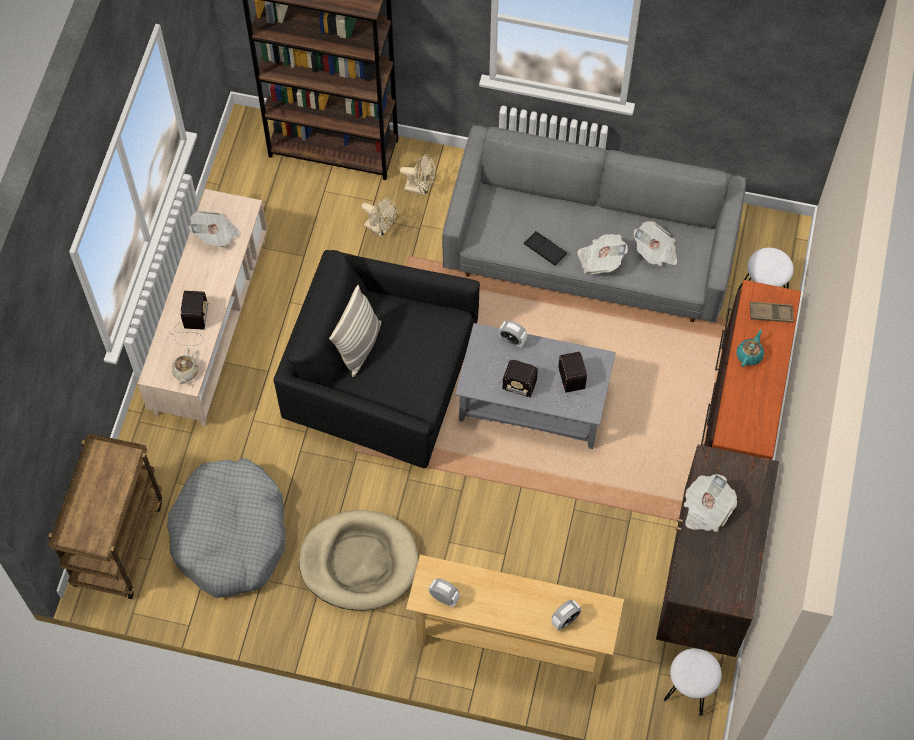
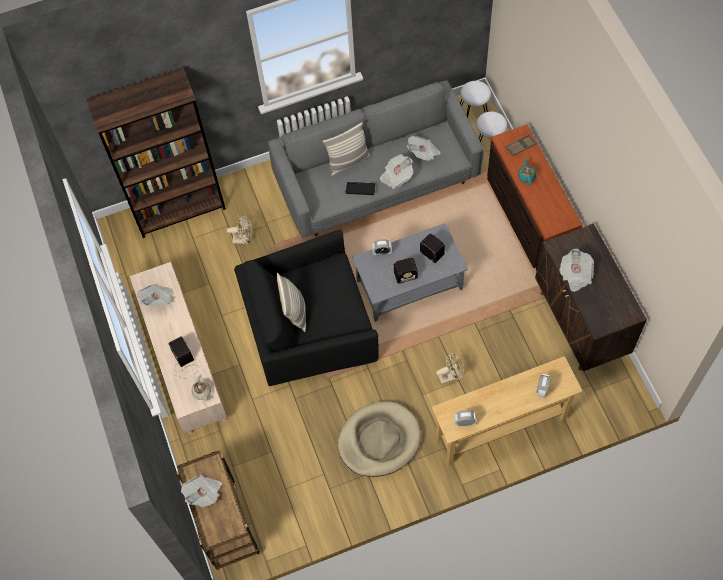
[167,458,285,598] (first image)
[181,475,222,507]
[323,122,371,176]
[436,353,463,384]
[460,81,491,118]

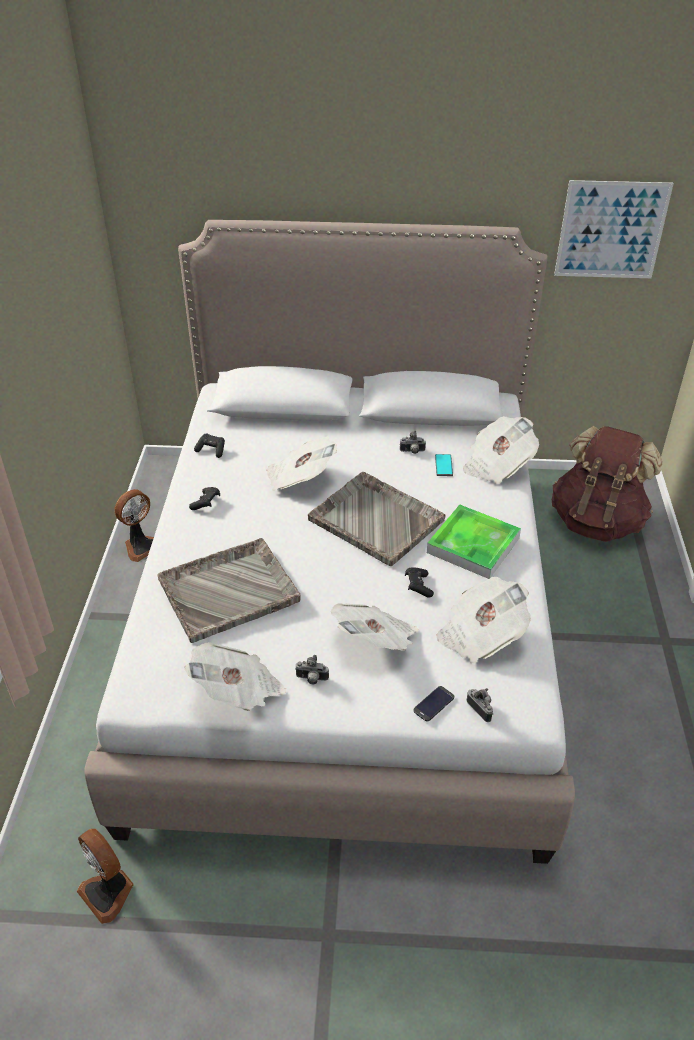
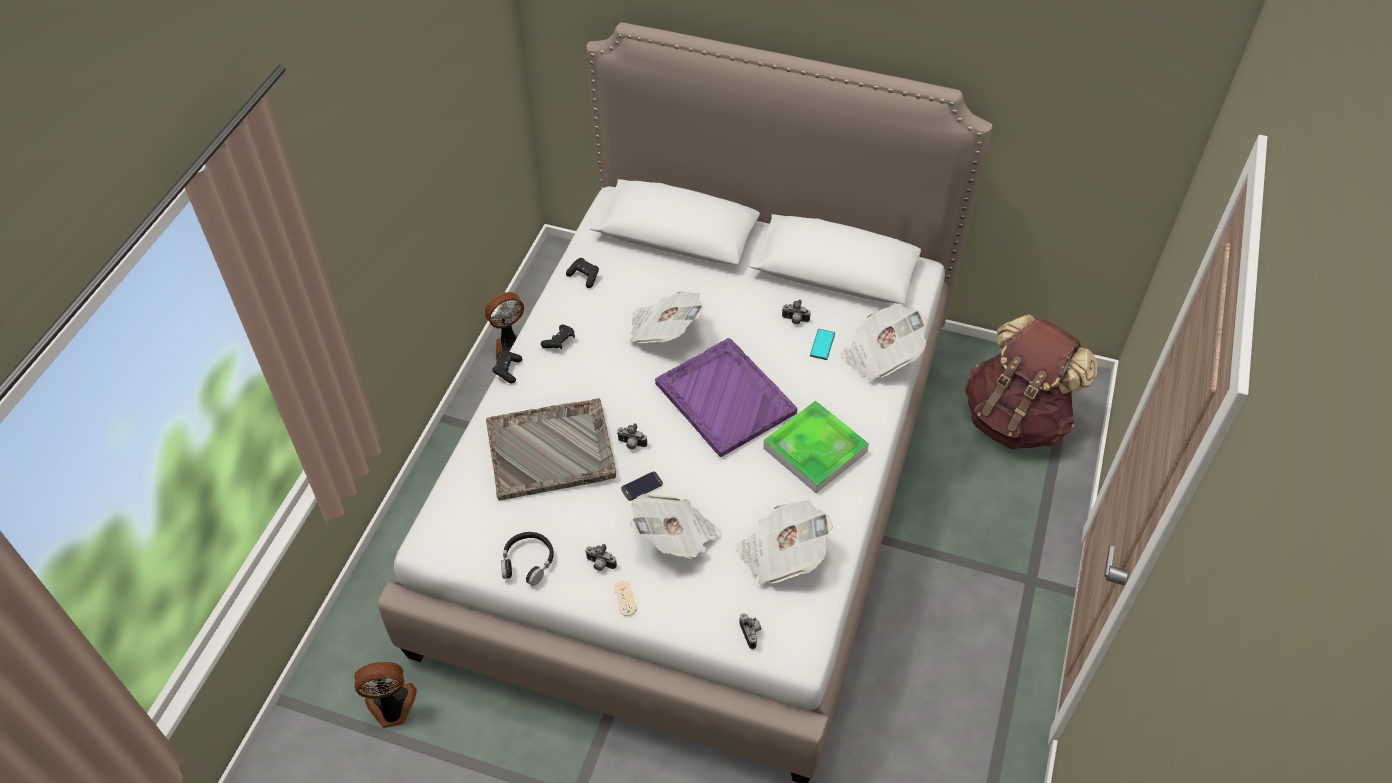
[554,180,674,278] (first image)
[614,581,636,616]
[617,423,647,450]
[492,351,522,383]
[621,471,663,501]
[501,532,554,586]
[655,338,797,457]
[354,662,417,728]

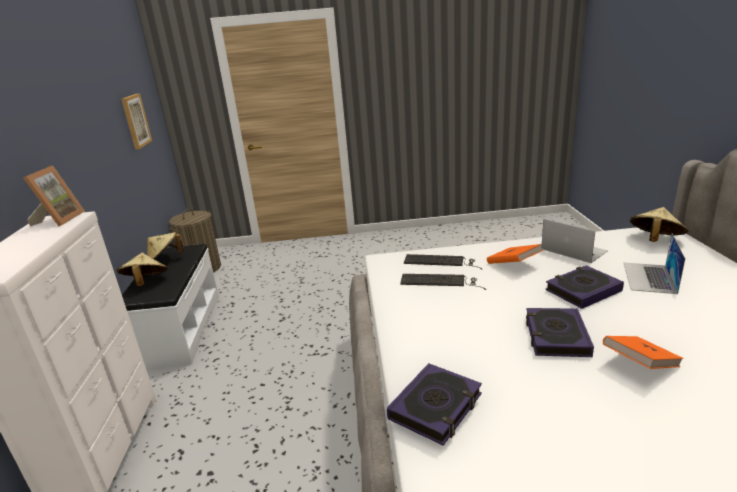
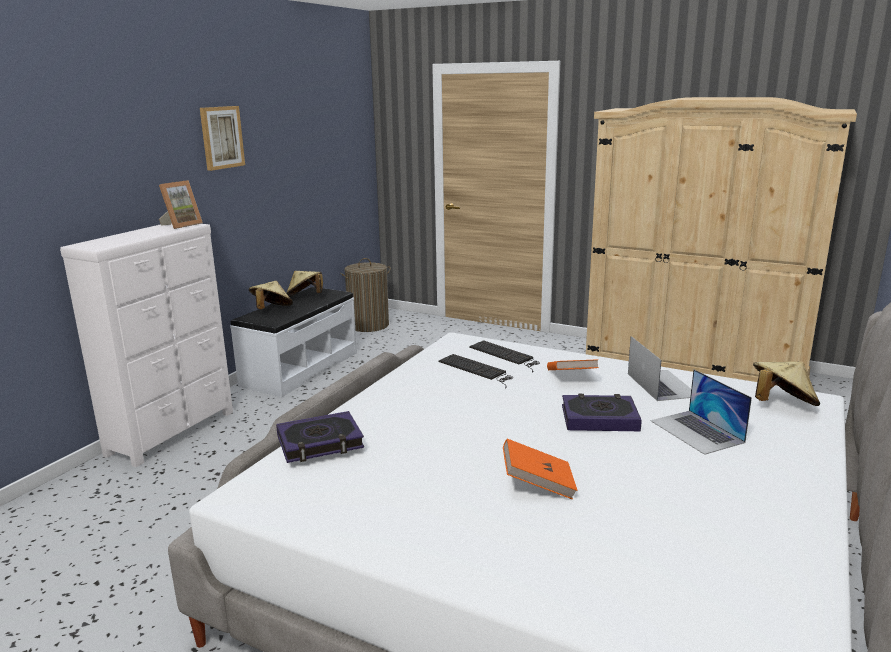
[526,308,594,357] (first image)
[586,97,857,386]
[200,106,245,171]
[651,369,752,455]

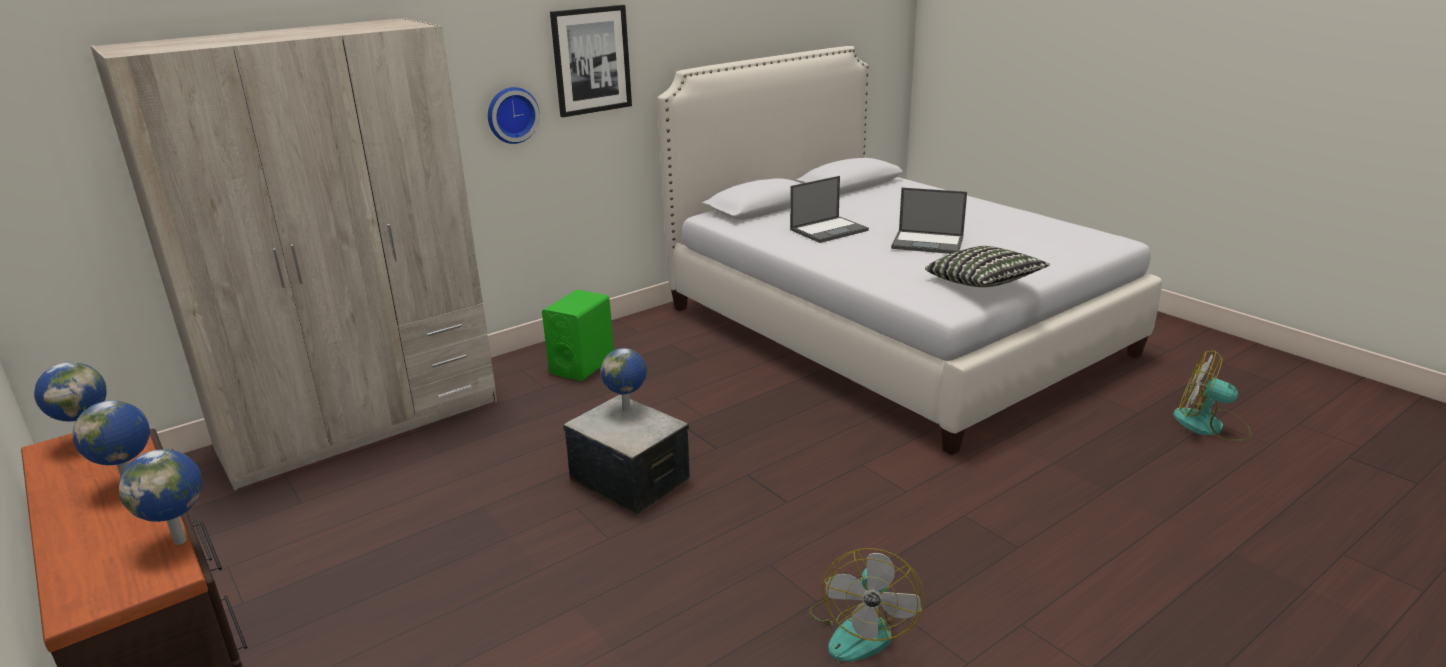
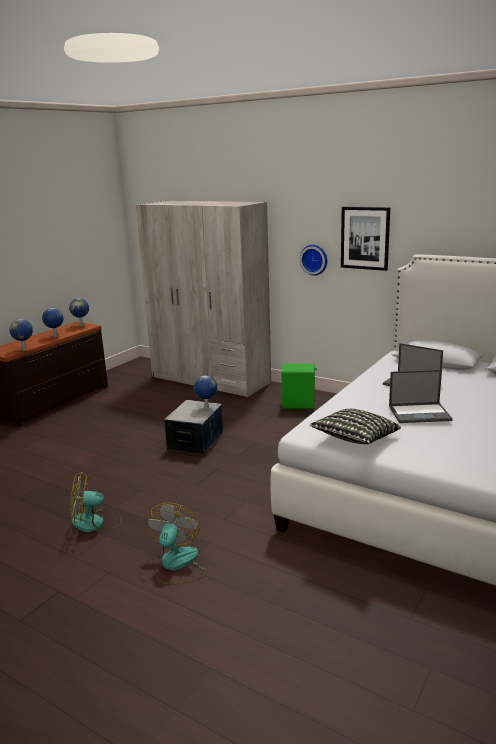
[145,503,207,584]
[389,370,453,423]

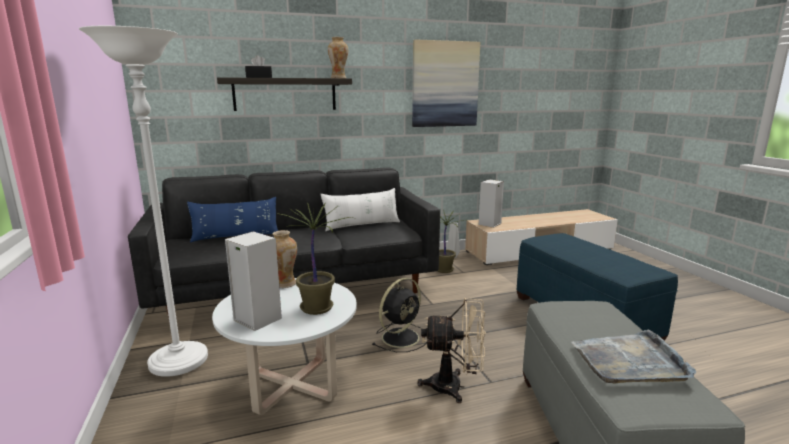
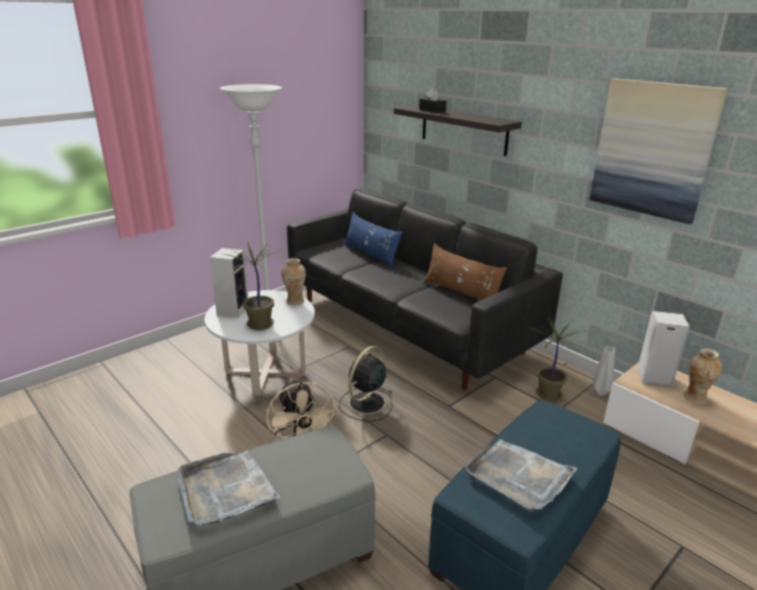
[464,439,578,511]
[683,349,722,405]
[423,243,507,301]
[339,346,393,422]

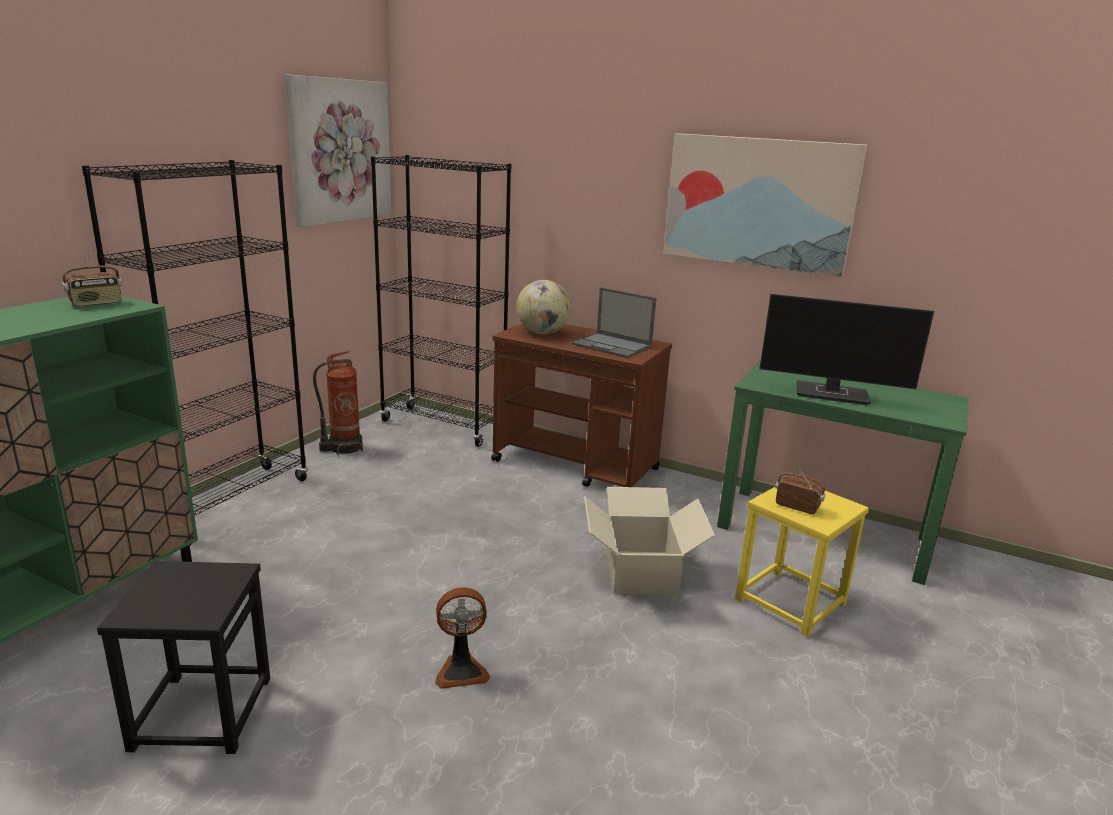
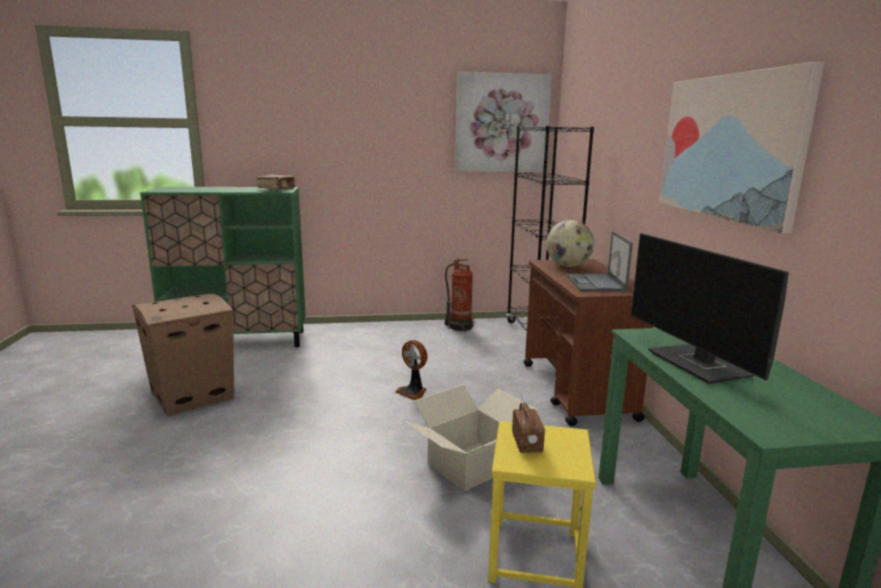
[82,160,308,516] (first image)
[395,340,428,400]
[256,174,295,190]
[132,293,234,416]

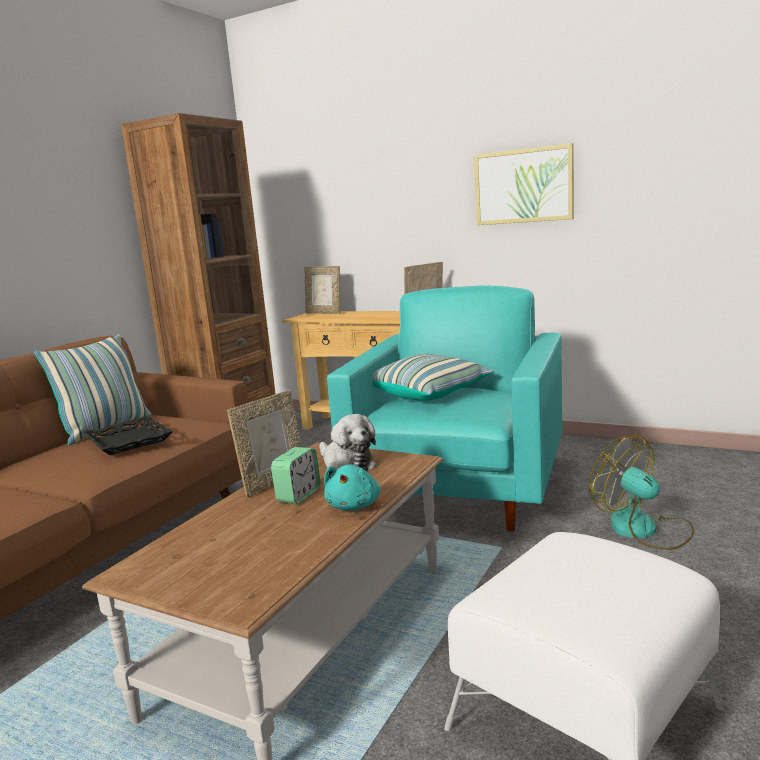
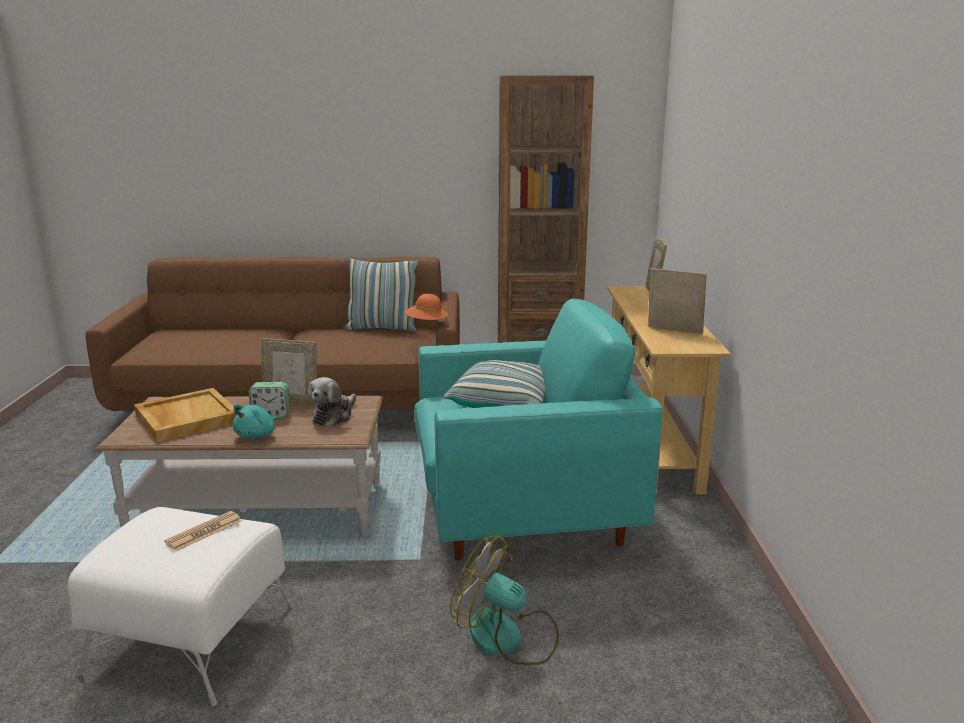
[82,416,173,455] (first image)
[474,143,574,225] (first image)
[134,388,236,442]
[164,511,242,551]
[405,294,448,326]
[233,404,279,438]
[450,535,559,665]

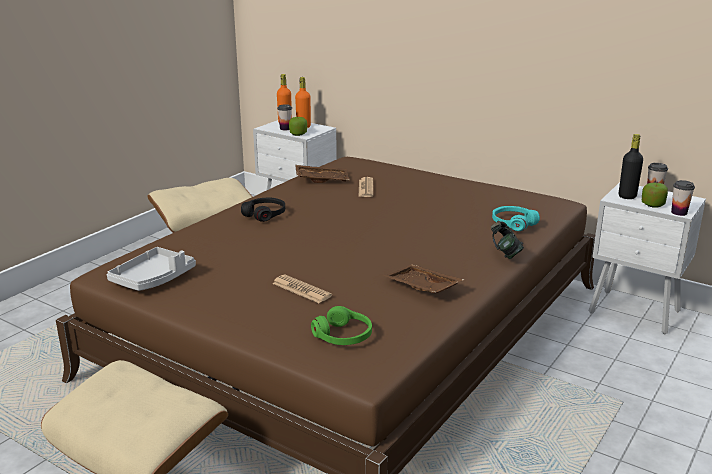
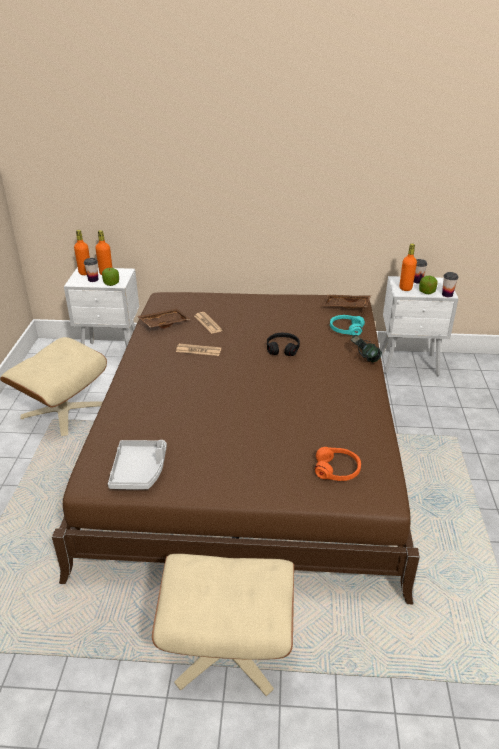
[267,333,300,356]
[176,344,221,356]
[323,295,371,308]
[315,447,361,481]
[399,244,417,291]

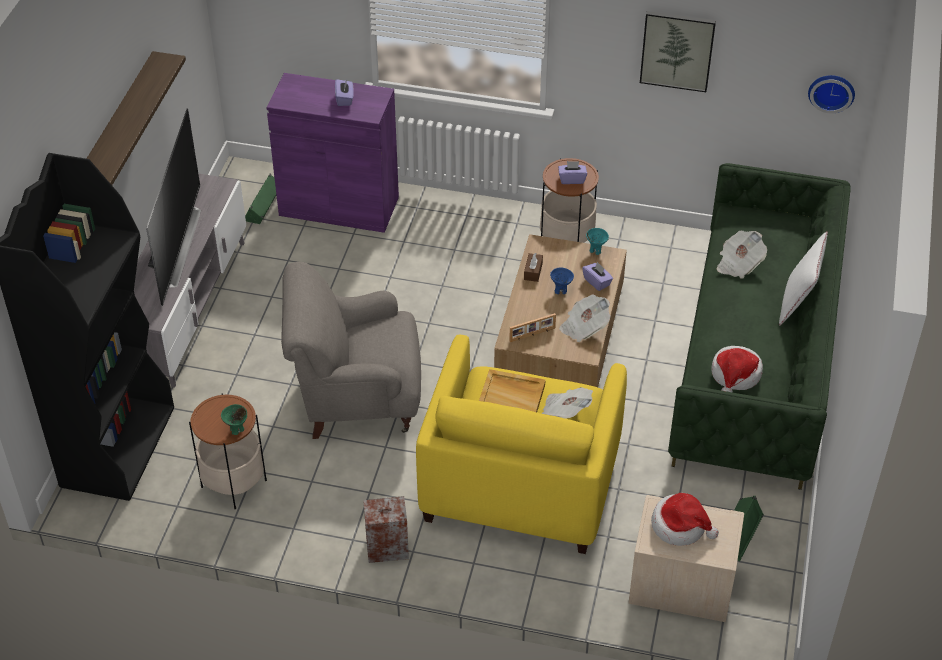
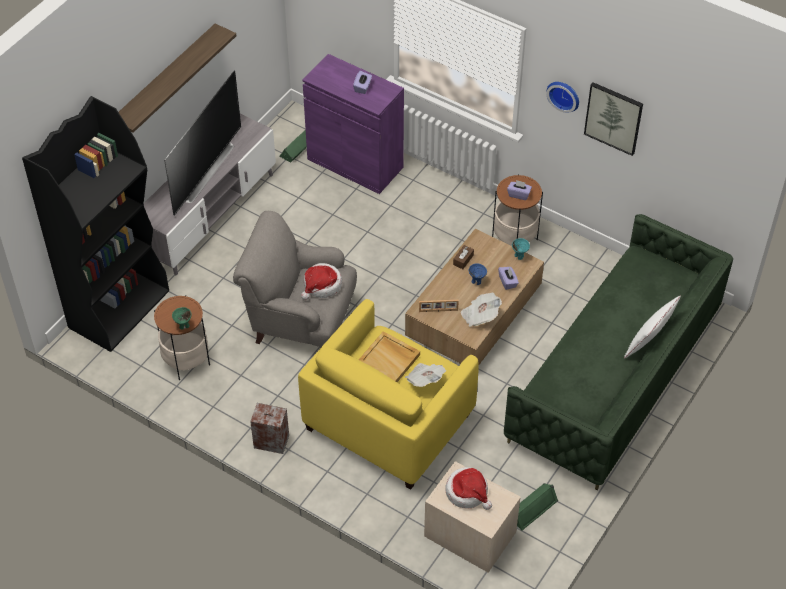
[717,230,767,279] (first image)
[301,263,342,300]
[547,82,579,113]

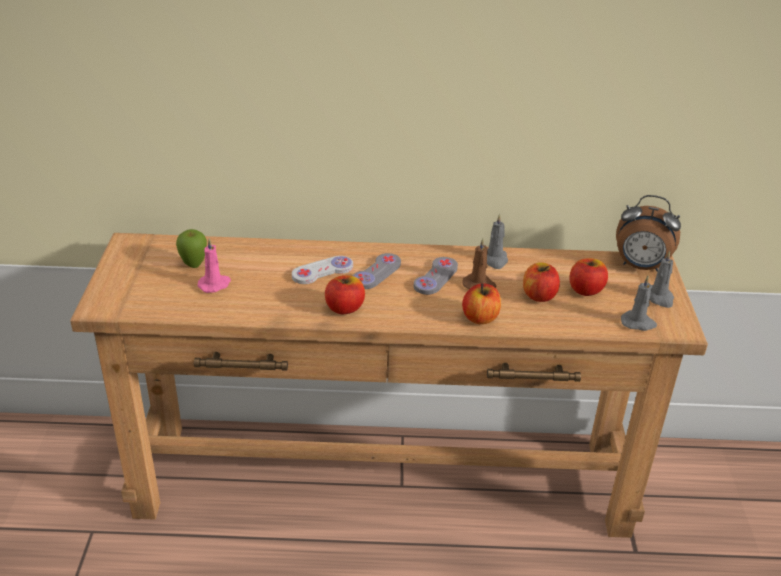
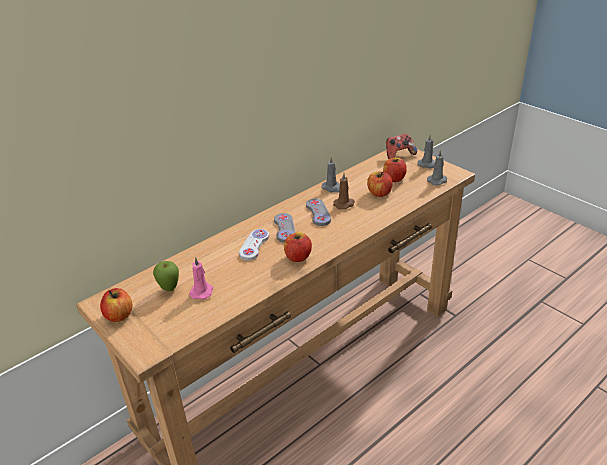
[100,288,132,322]
[386,133,417,159]

